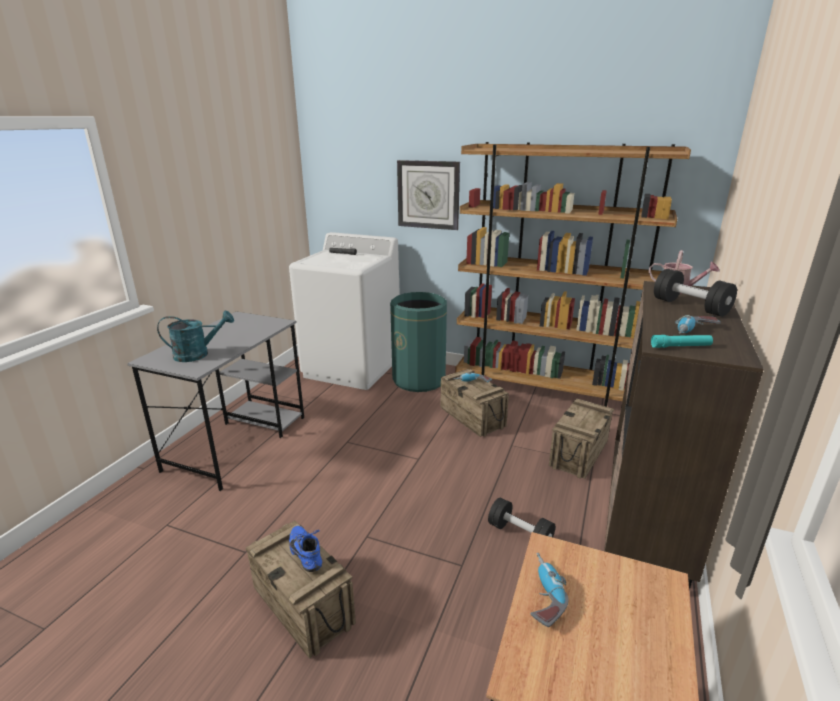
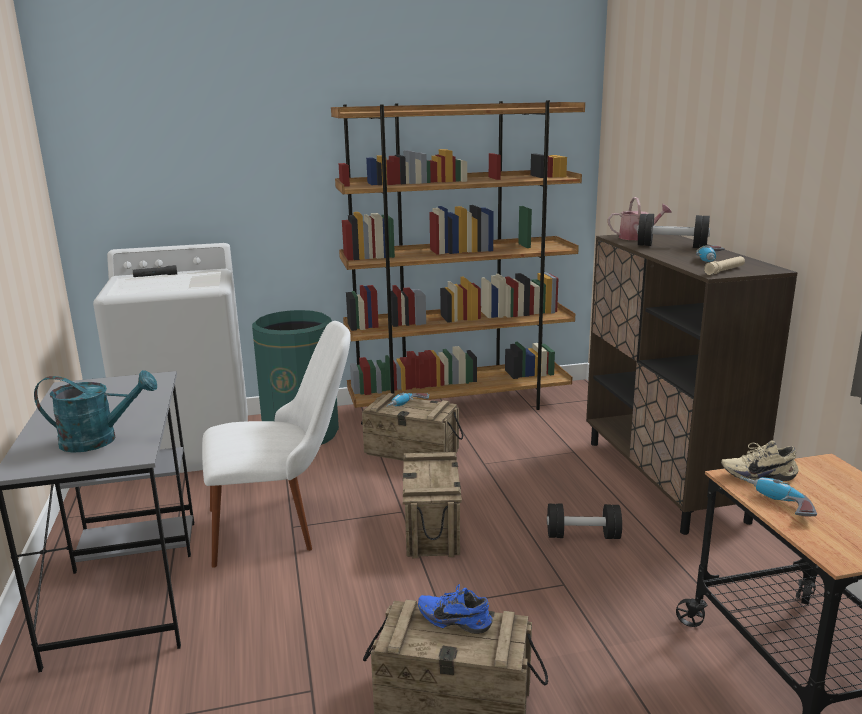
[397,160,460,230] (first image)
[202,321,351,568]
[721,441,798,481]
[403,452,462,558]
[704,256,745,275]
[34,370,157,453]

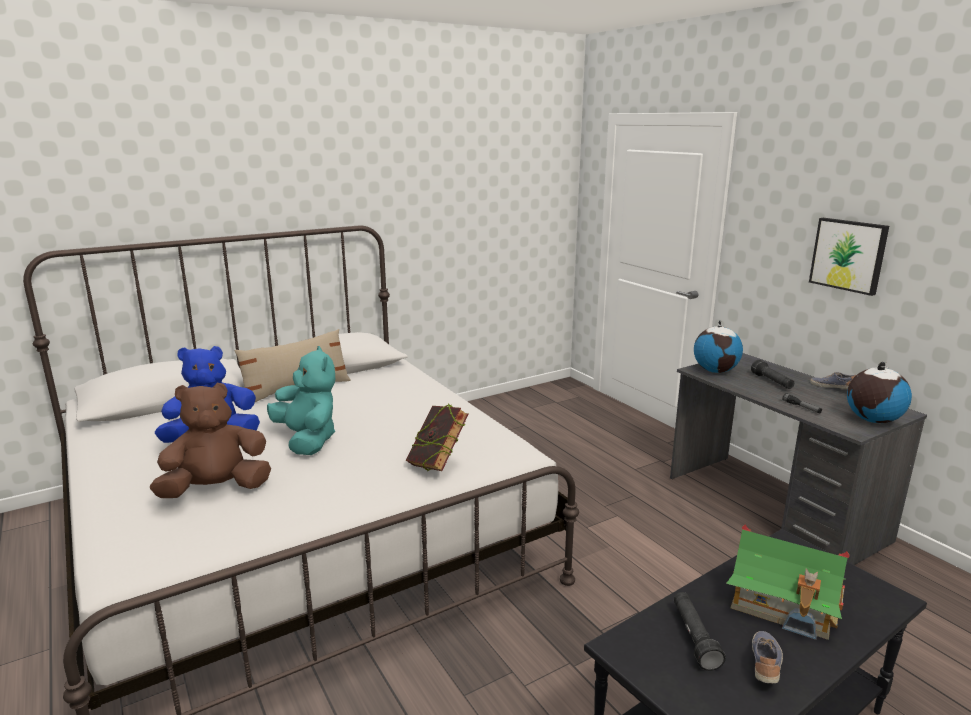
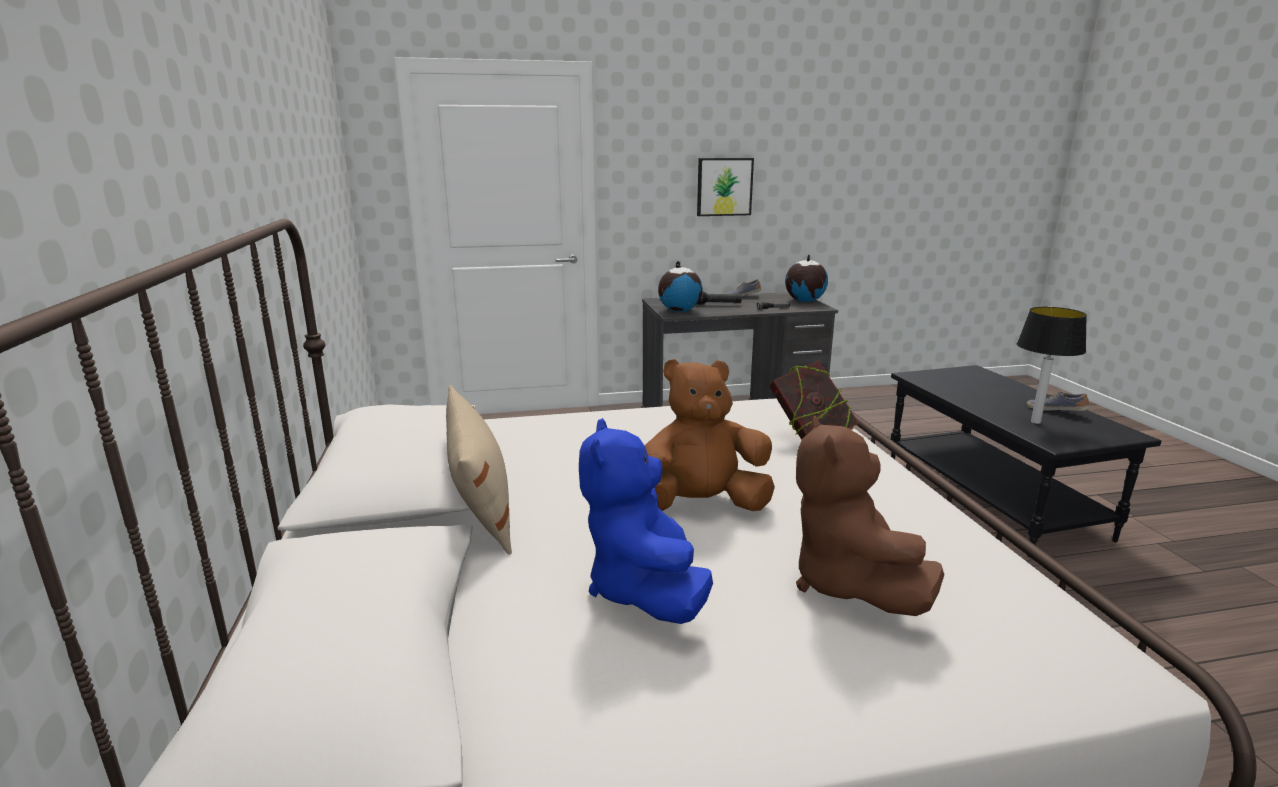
[726,524,850,640] (first image)
[1017,307,1087,424]
[645,359,775,511]

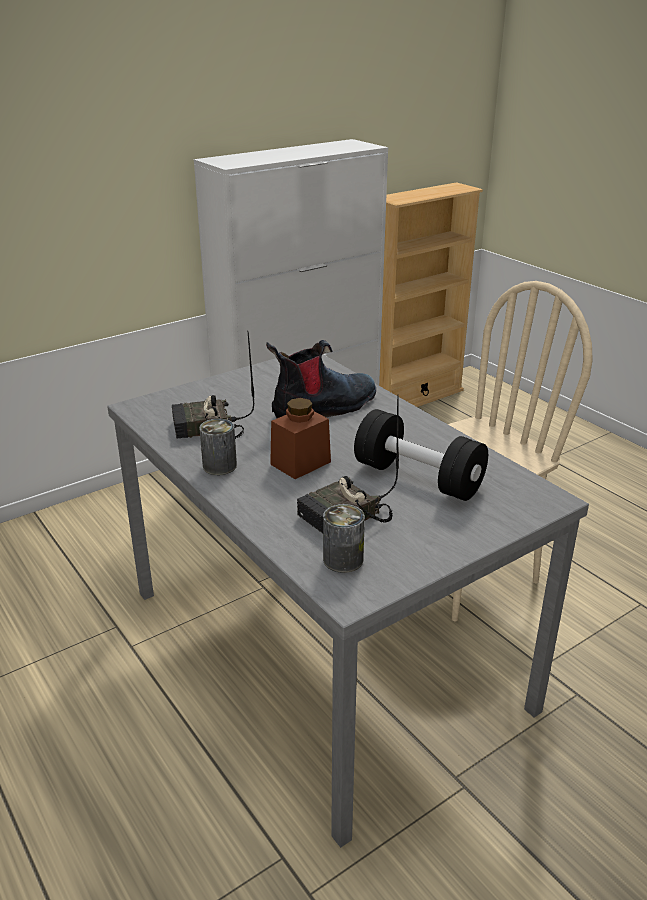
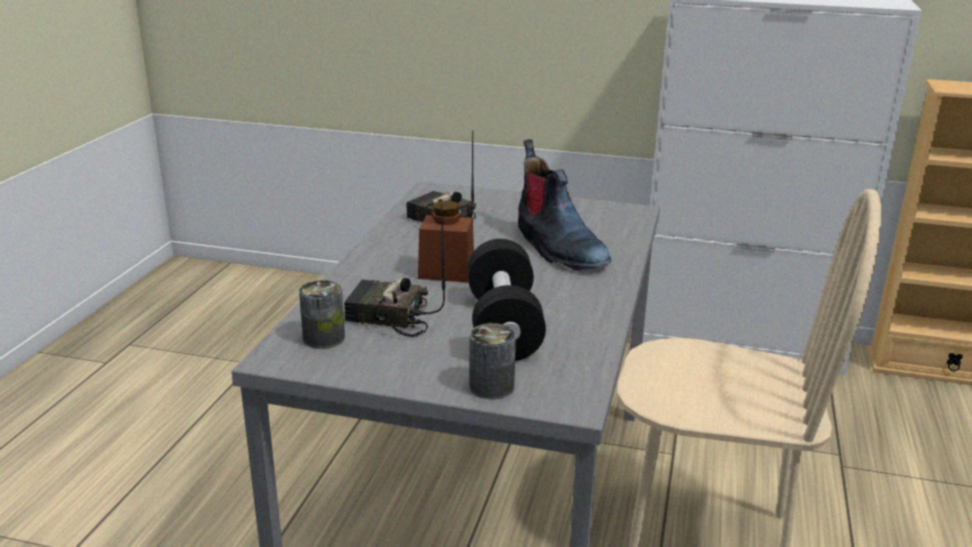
[469,323,516,399]
[518,139,611,271]

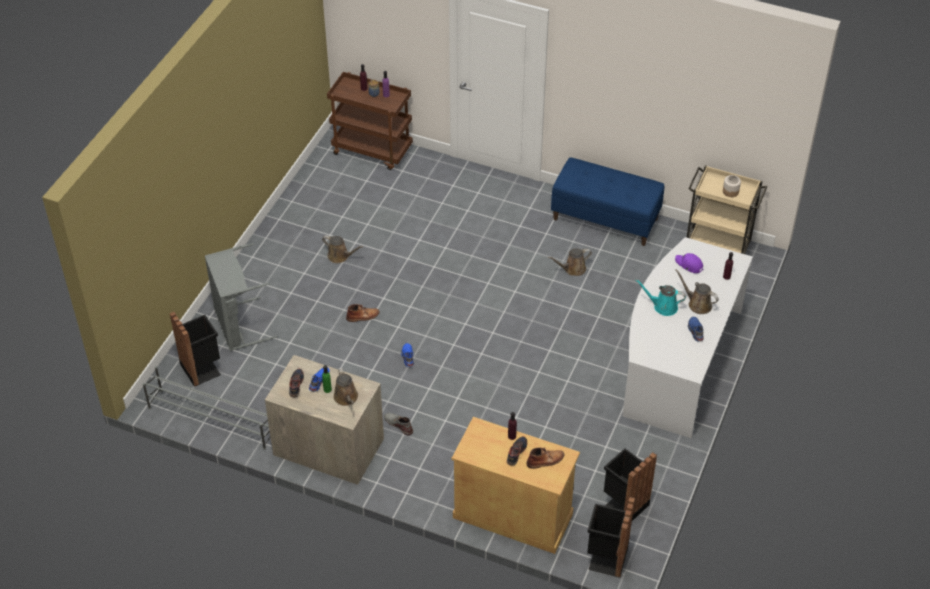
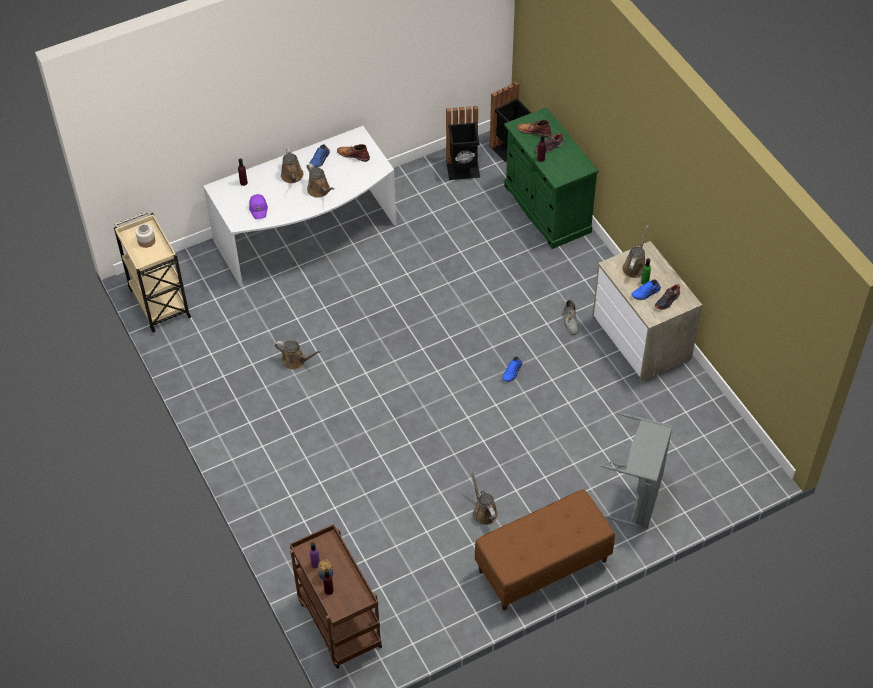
[143,366,270,450] (first image)
[170,312,221,387] (first image)
[551,157,664,246] (first image)
[475,489,615,611]
[337,144,370,162]
[504,107,599,249]
[307,163,334,198]

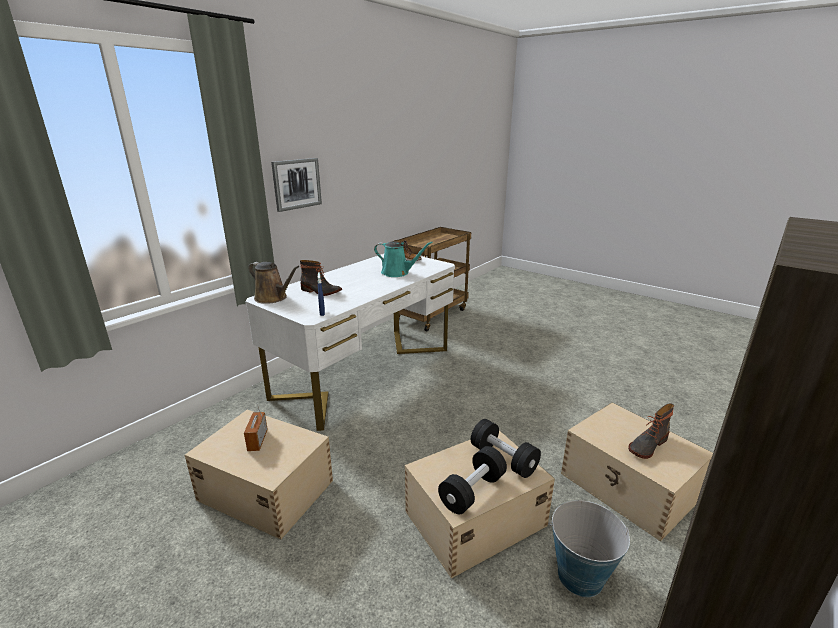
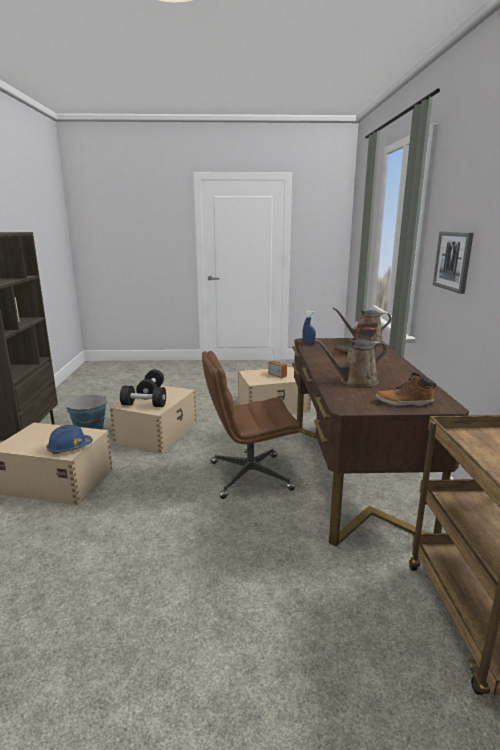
[628,403,674,459] (first image)
[46,425,93,454]
[202,351,300,499]
[292,338,469,547]
[314,339,387,387]

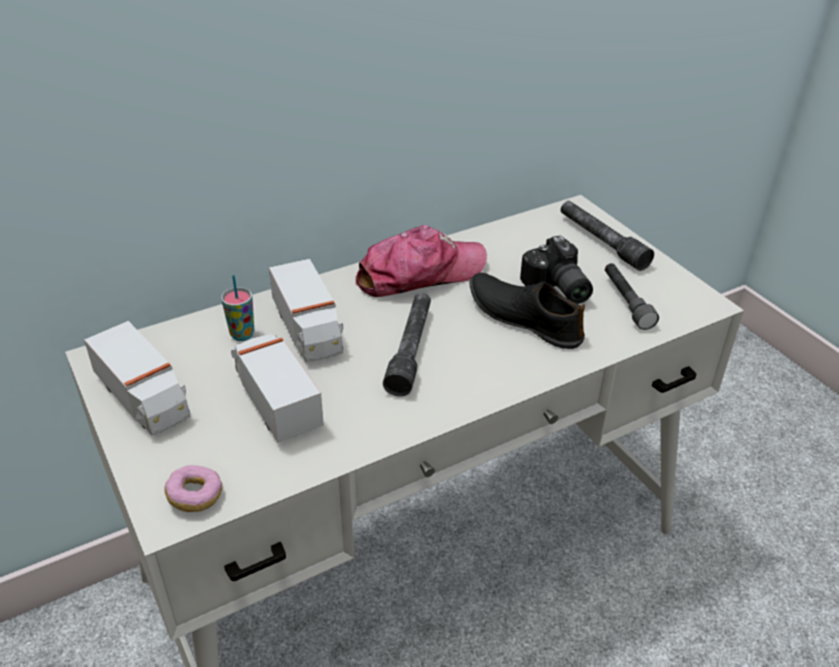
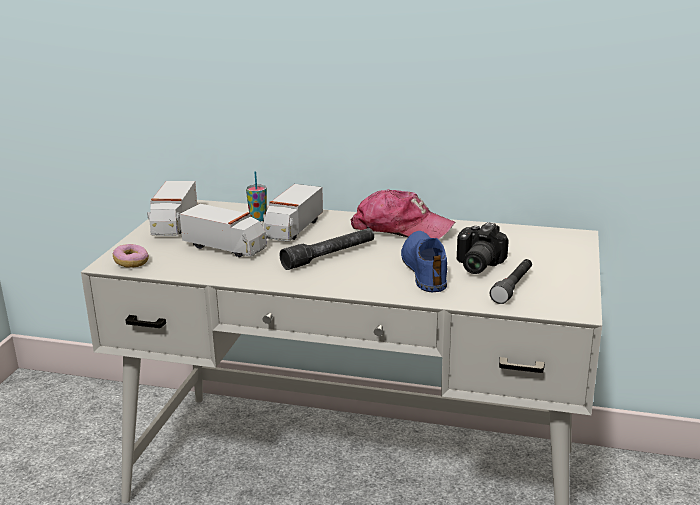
[561,201,654,271] (first image)
[401,231,447,292]
[180,204,267,257]

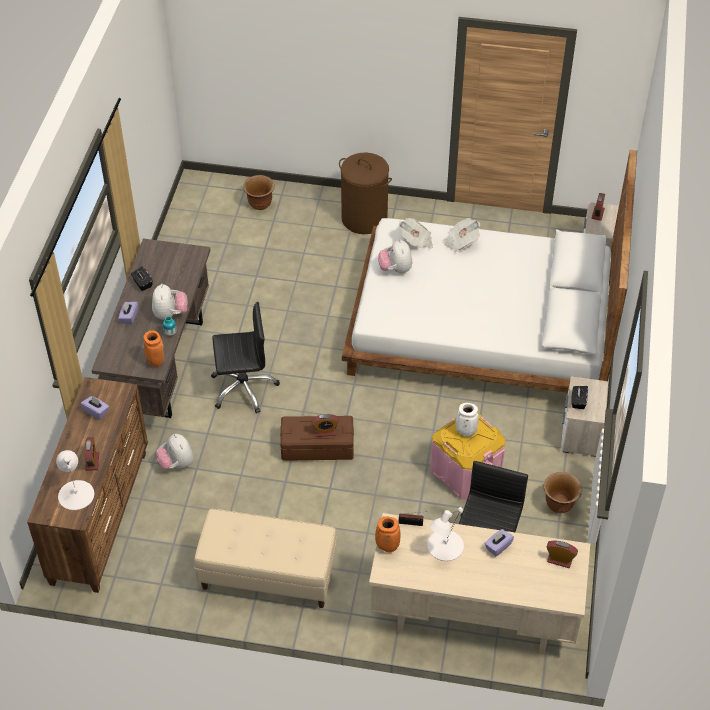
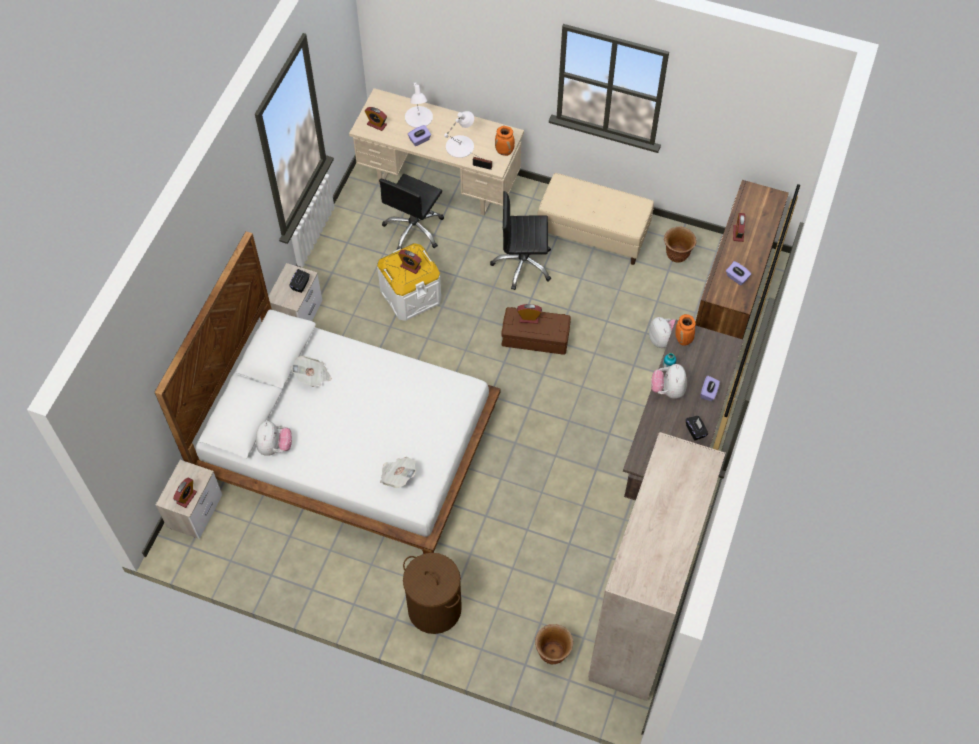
[588,432,726,701]
[405,83,433,128]
[490,191,551,290]
[256,421,292,456]
[291,356,332,387]
[664,226,696,262]
[398,250,422,274]
[377,243,441,321]

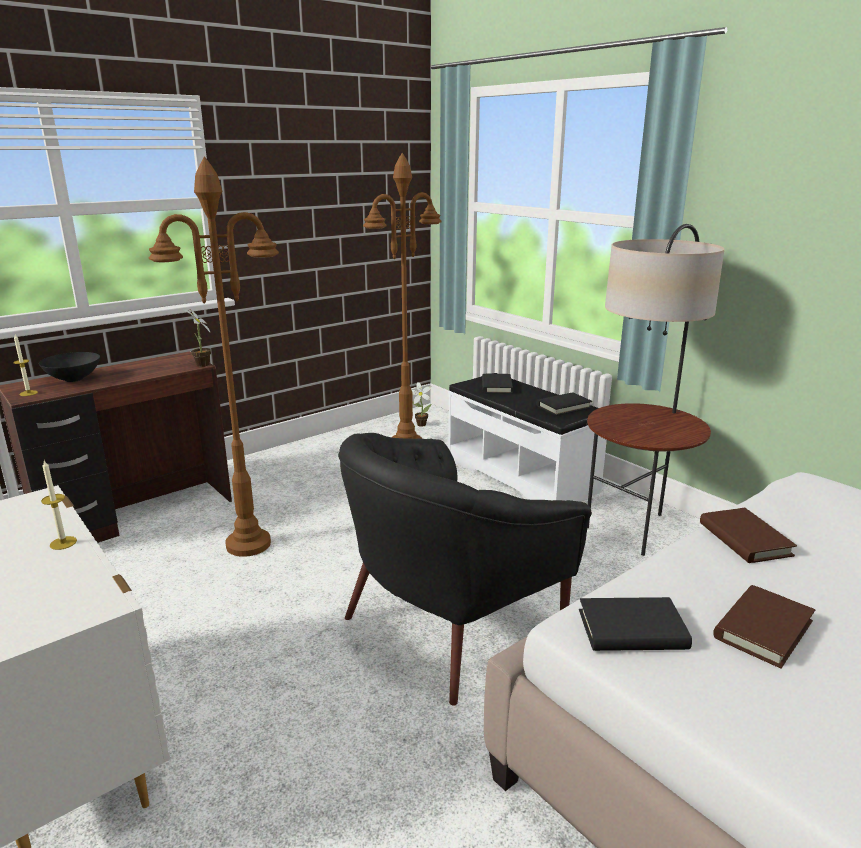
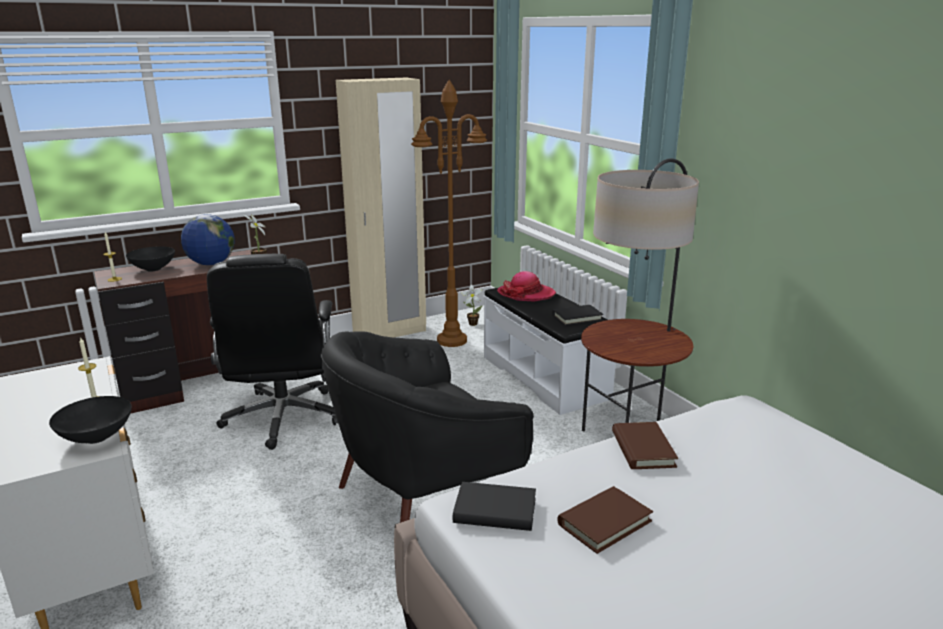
[49,396,132,444]
[181,214,235,265]
[336,77,426,338]
[207,254,338,450]
[497,271,556,302]

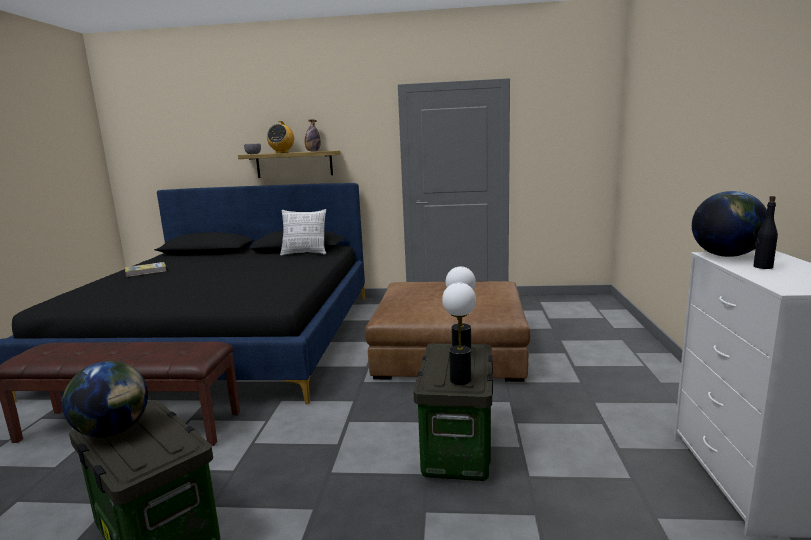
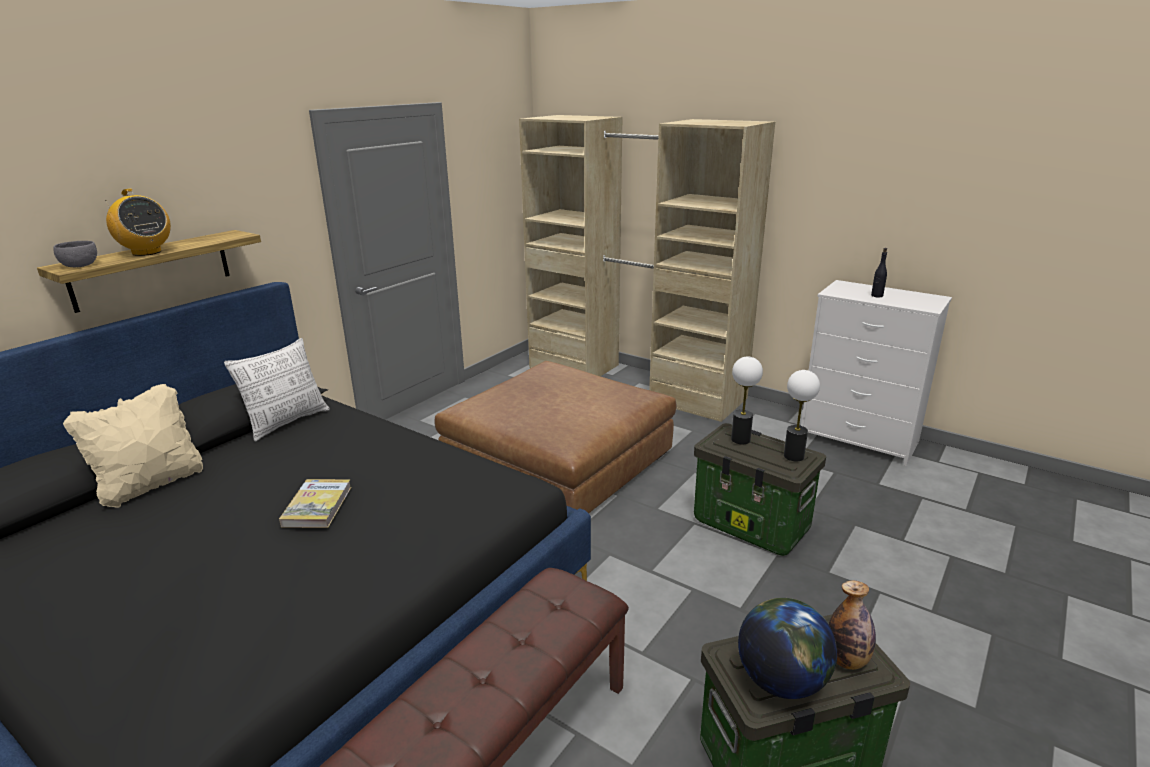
[692,191,767,257] (first image)
[63,384,203,508]
[519,115,775,422]
[279,479,351,528]
[829,581,876,670]

